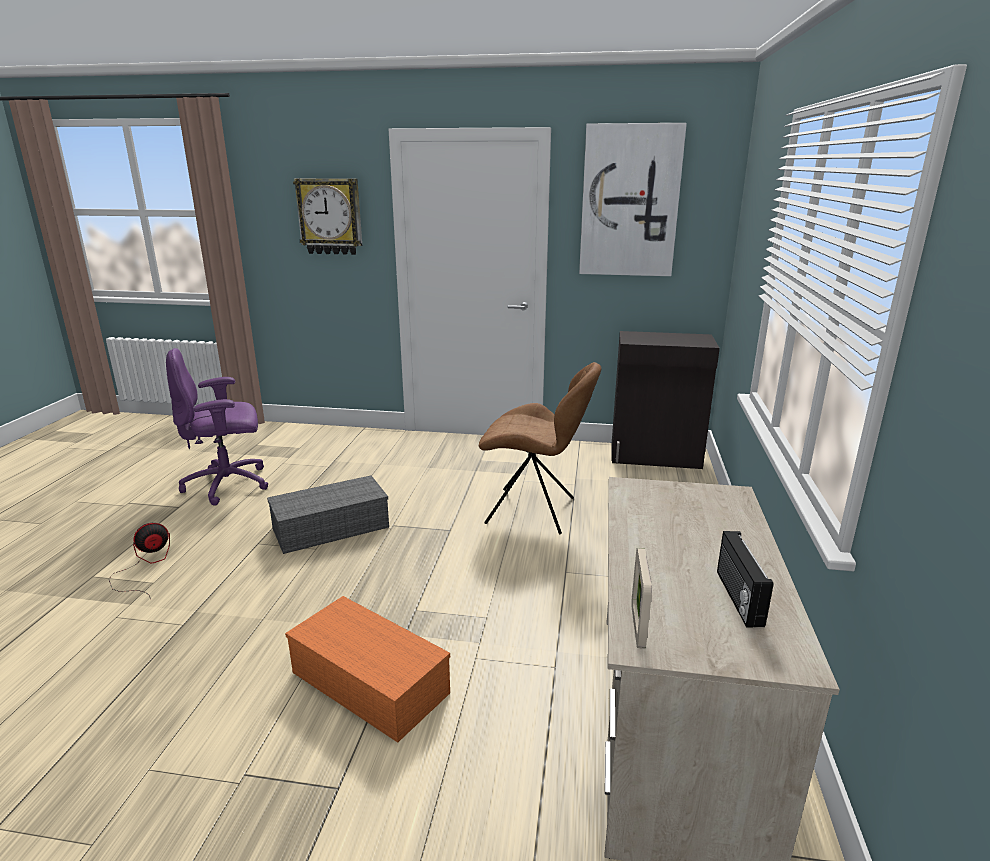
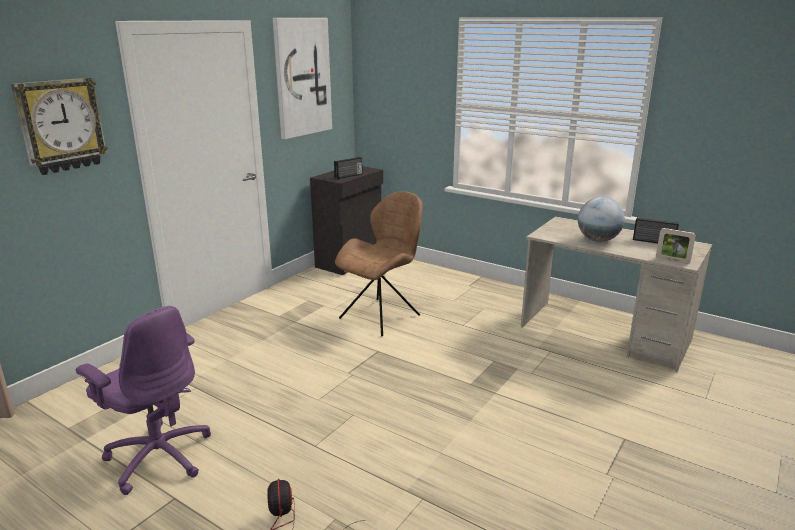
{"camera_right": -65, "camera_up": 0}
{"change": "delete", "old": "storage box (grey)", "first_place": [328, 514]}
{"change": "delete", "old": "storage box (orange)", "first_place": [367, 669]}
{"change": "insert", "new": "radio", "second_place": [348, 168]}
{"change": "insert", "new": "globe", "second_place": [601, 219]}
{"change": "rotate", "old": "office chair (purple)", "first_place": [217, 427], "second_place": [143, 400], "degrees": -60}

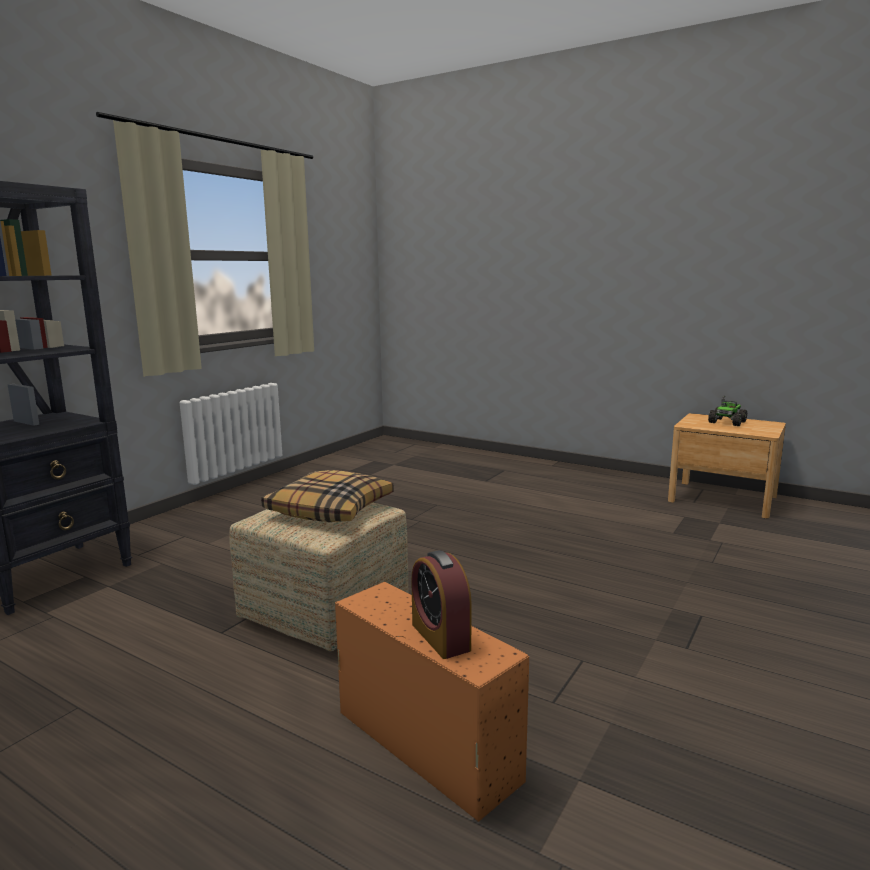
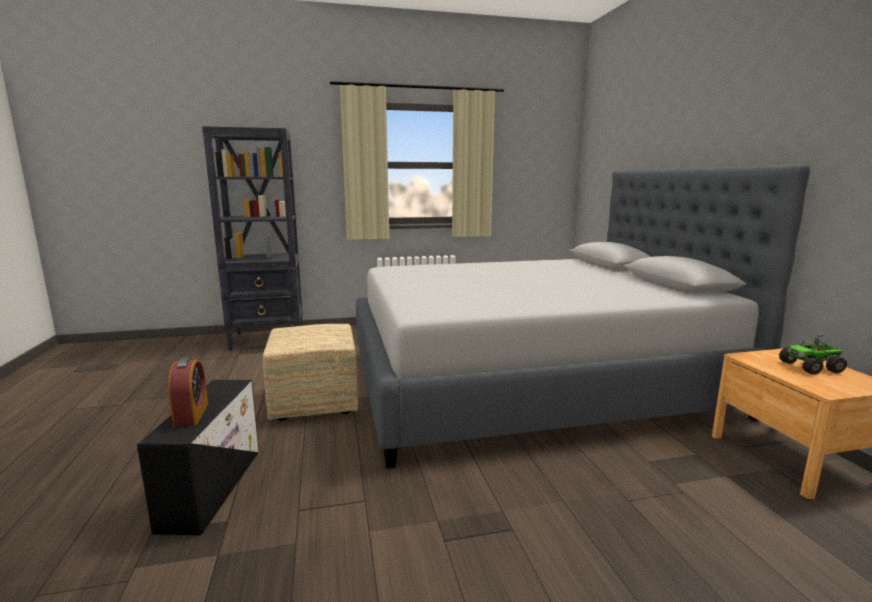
{"camera_right": 45, "camera_up": 0}
{"change": "delete", "old": "pillow", "first_place": [327, 496]}
{"change": "insert", "new": "bed (grey)", "second_place": [583, 316]}
{"change": "recolor", "old": "storage box (orange)", "new": "storage box (black)", "first_place": [432, 702], "second_place": [198, 457]}
{"change": "rotate", "old": "alarm clock", "first_place": [441, 604], "second_place": [188, 392], "degrees": 150}

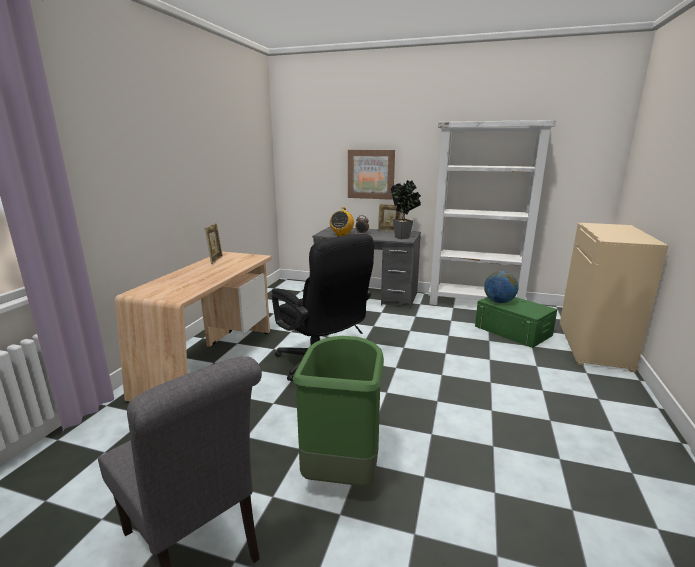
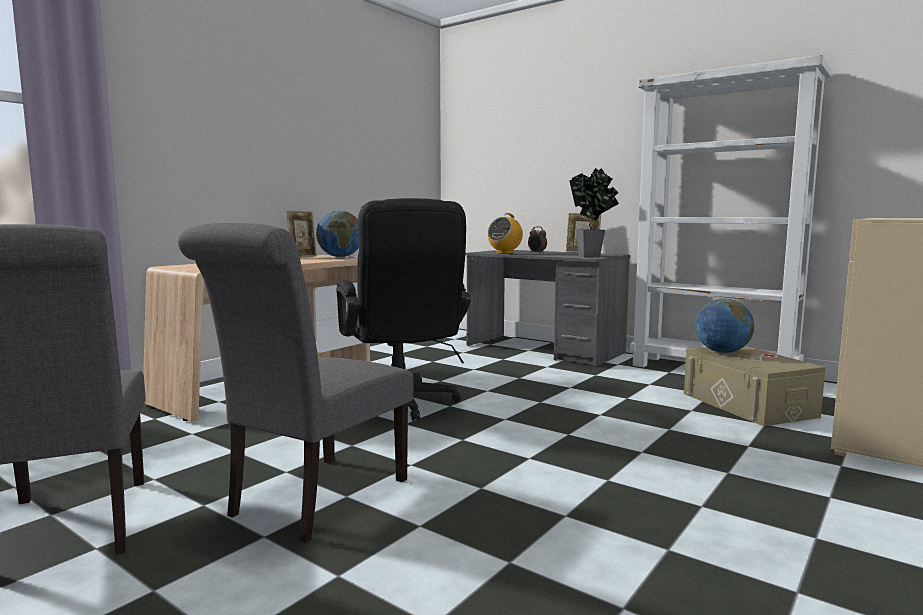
{"camera_right": 20, "camera_up": -10}
{"change": "delete", "old": "picture", "first_place": [371, 175]}
{"change": "insert", "new": "globe", "second_place": [337, 233]}
{"change": "replace", "old": "trash can (green)", "new": "chair (grey)", "first_place": [338, 411], "second_place": [296, 383]}
{"change": "recolor", "old": "storage box (green)", "new": "storage box (beige)", "first_place": [516, 322], "second_place": [755, 386]}

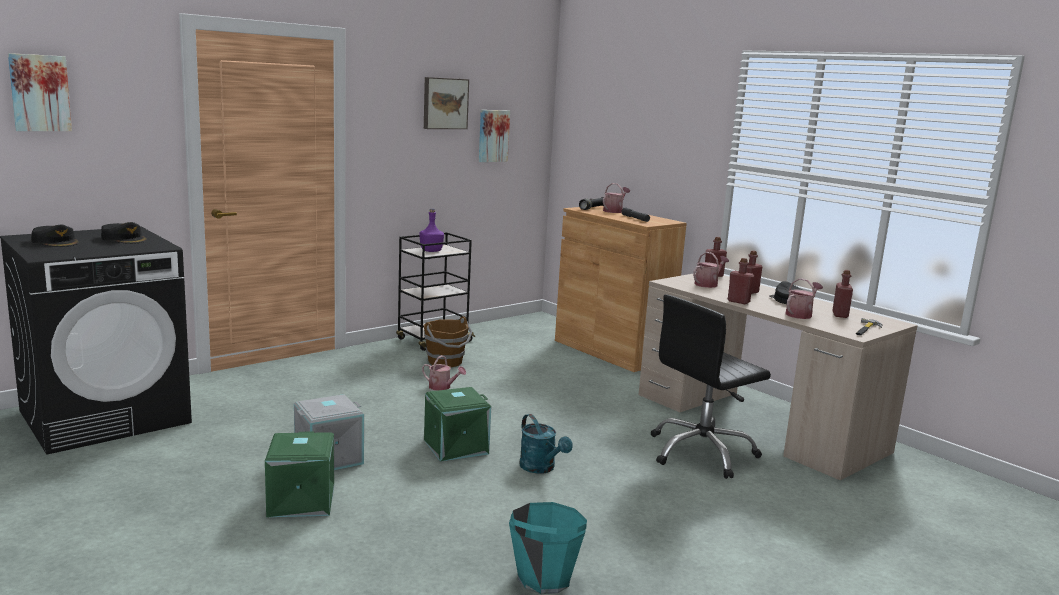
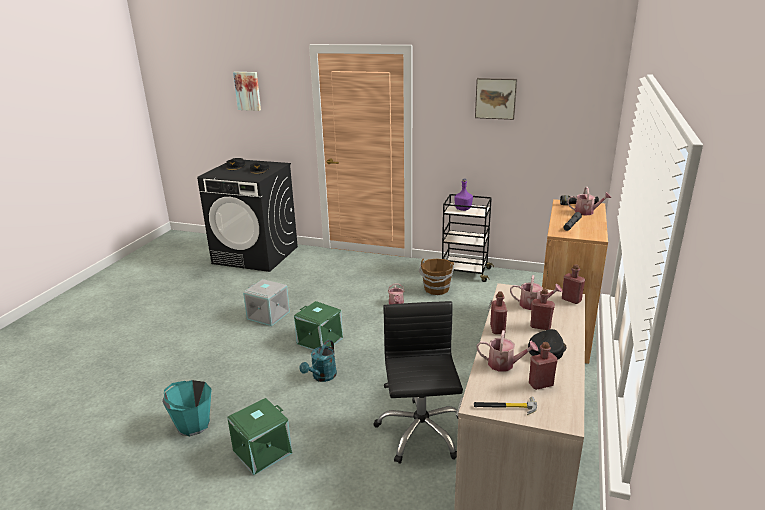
{"camera_right": 60, "camera_up": 10}
{"change": "delete", "old": "picture", "first_place": [494, 136]}
{"change": "move", "old": "storage box (green)", "first_place": [299, 474], "second_place": [259, 436]}
{"change": "rotate", "old": "office chair (black)", "first_place": [711, 387], "second_place": [418, 382], "degrees": 60}

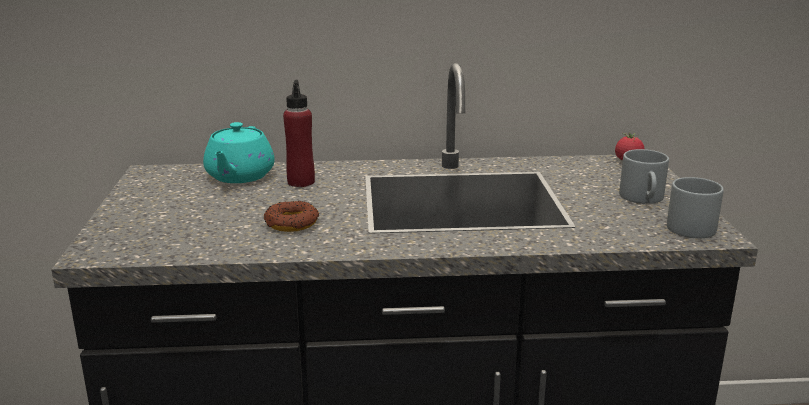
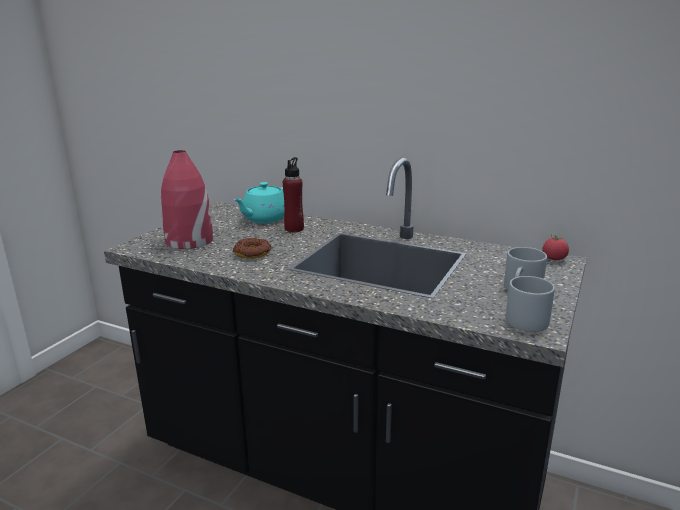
{"camera_right": 30, "camera_up": 0}
{"change": "insert", "new": "vase (red)", "second_place": [187, 199]}

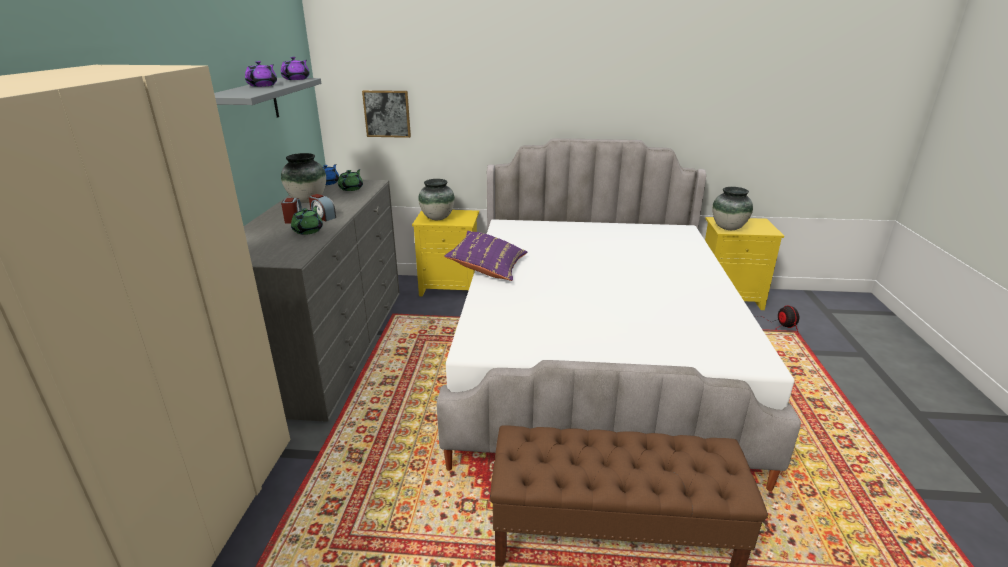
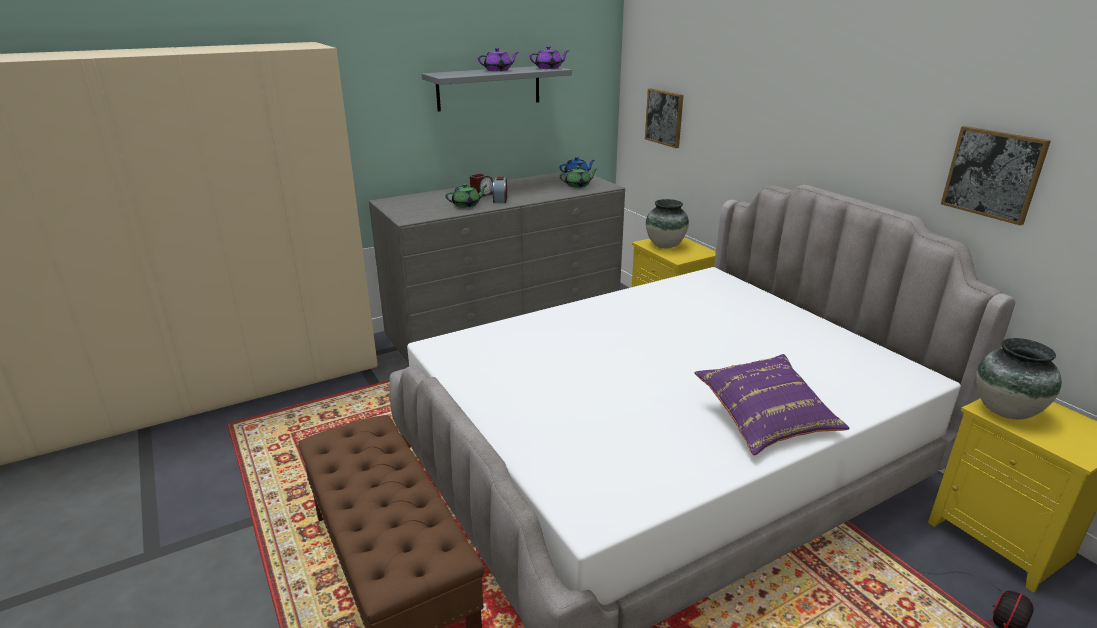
{"camera_right": 55, "camera_up": 0}
{"change": "delete", "old": "vase", "first_place": [303, 178]}
{"change": "insert", "new": "picture", "second_place": [996, 175]}
{"change": "move", "old": "pillow (purple)", "first_place": [485, 256], "second_place": [772, 405]}

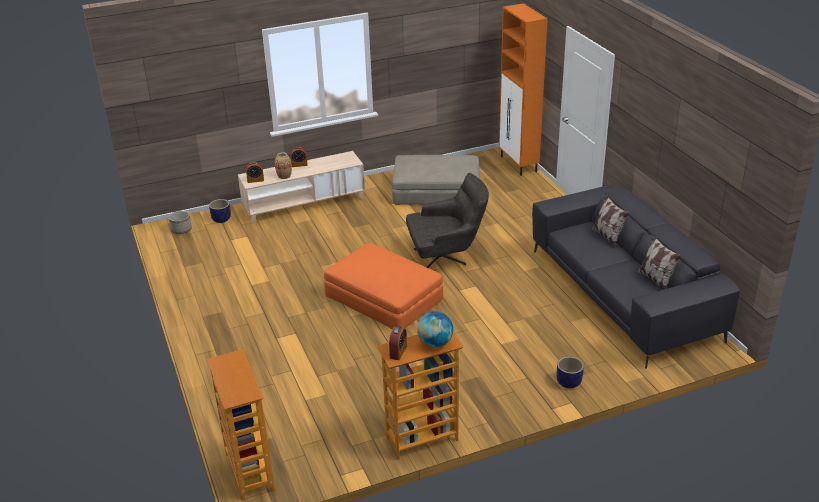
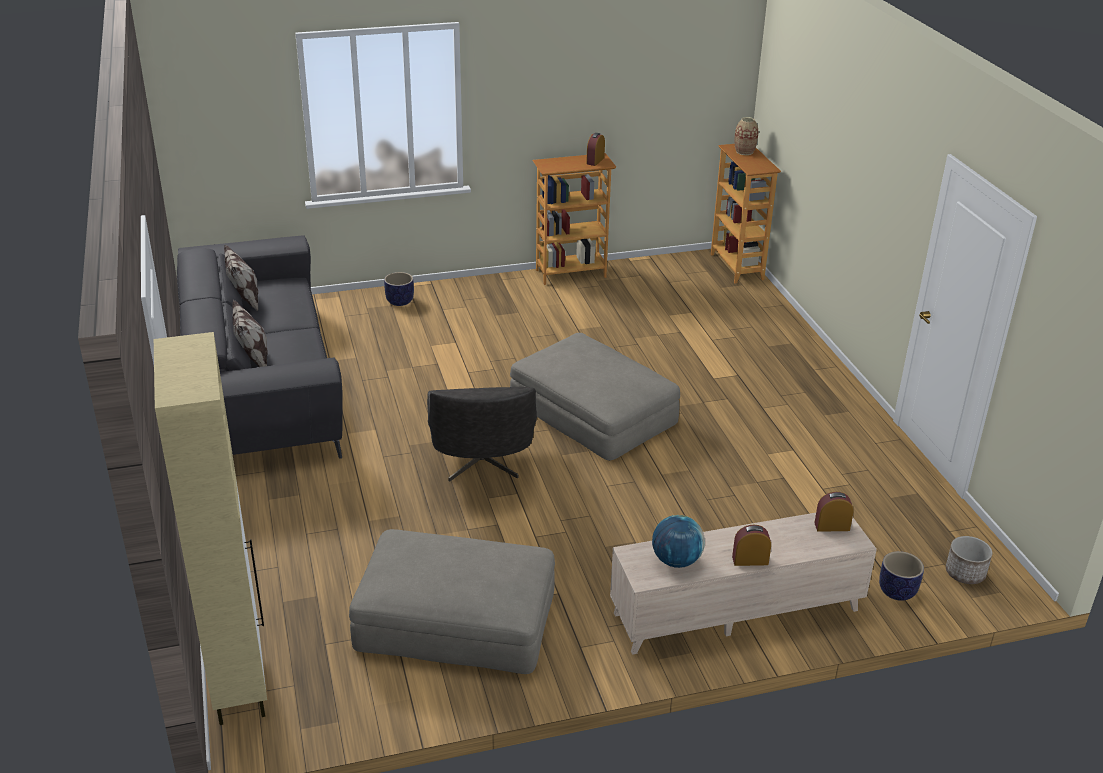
{"camera_right": -175, "camera_up": 0}
{"change": "move", "old": "vase", "first_place": [283, 165], "second_place": [746, 136]}
{"change": "move", "old": "globe", "first_place": [435, 329], "second_place": [678, 541]}
{"change": "recolor", "old": "ottoman (orange)", "new": "ottoman (beige)", "first_place": [383, 286], "second_place": [595, 397]}
{"change": "recolor", "old": "cabinet (orange)", "new": "cabinet (beige)", "first_place": [523, 89], "second_place": [210, 528]}
{"change": "rotate", "old": "armchair (grey)", "first_place": [447, 220], "second_place": [482, 434], "degrees": -90}

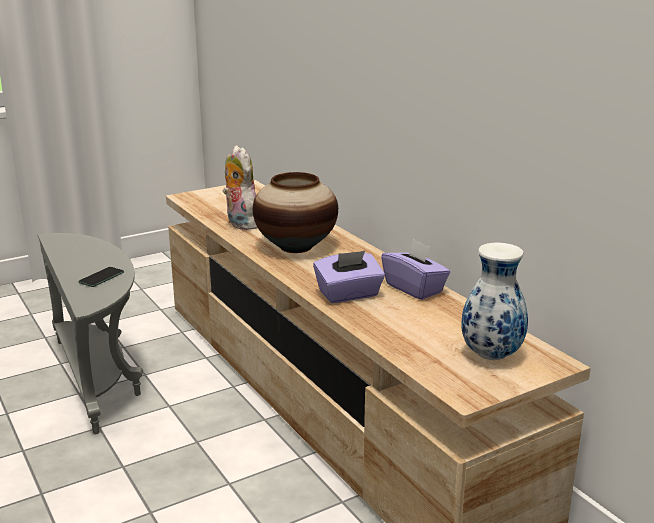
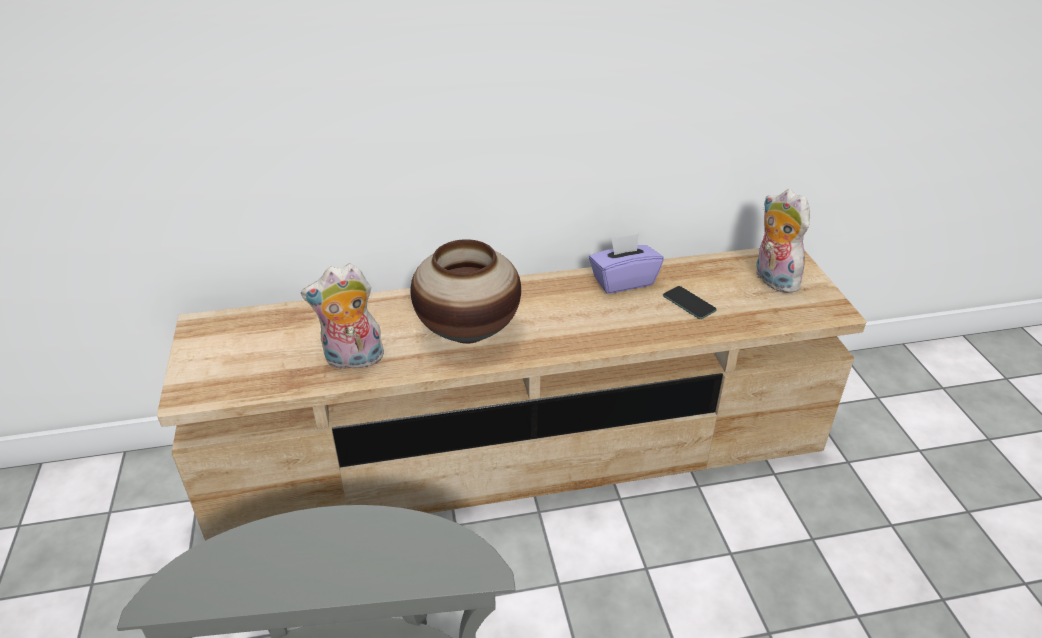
{"camera_right": -70, "camera_up": 15}
{"change": "delete", "old": "tissue box (purple)", "first_place": [349, 277]}
{"change": "move", "old": "phone", "first_place": [101, 277], "second_place": [690, 302]}
{"change": "replace", "old": "vase", "new": "plush toy", "first_place": [494, 301], "second_place": [783, 241]}

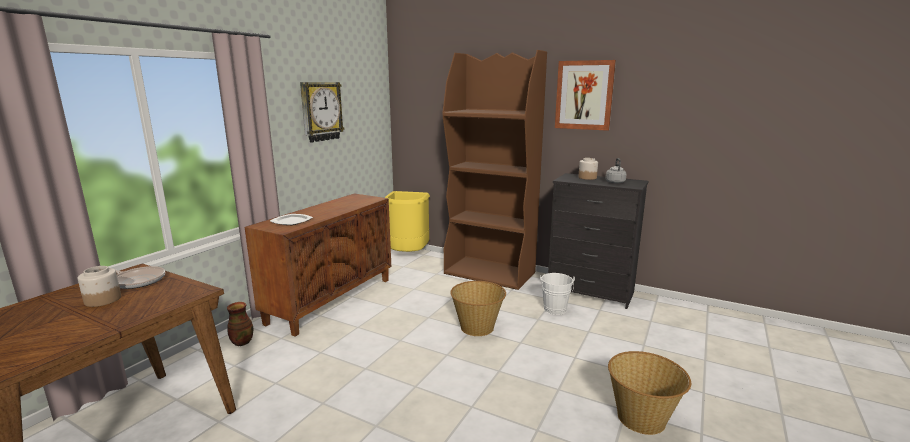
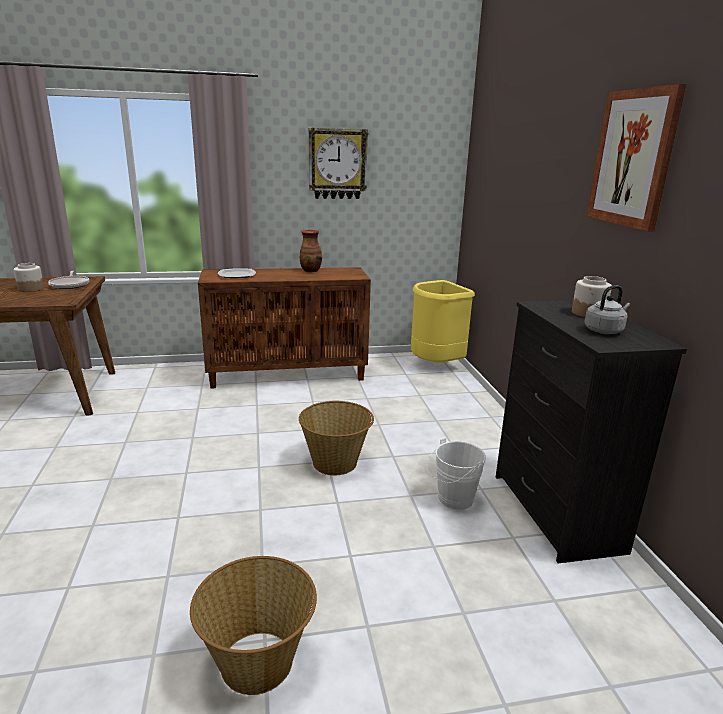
{"camera_right": 50, "camera_up": 5}
{"change": "delete", "old": "bookcase (brown)", "first_place": [495, 170]}
{"change": "move", "old": "vase", "first_place": [240, 324], "second_place": [311, 251]}

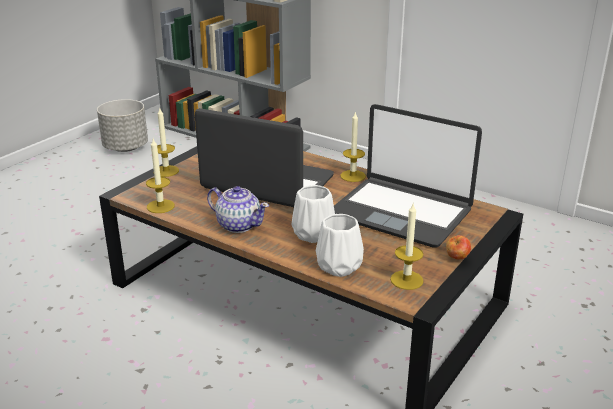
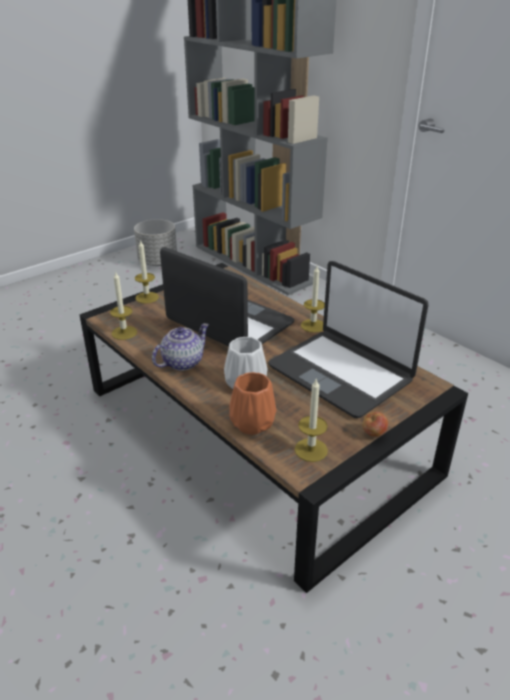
{"camera_right": 15, "camera_up": 5}
{"change": "recolor", "old": "vase (white)", "new": "vase (orange)", "first_place": [340, 245], "second_place": [252, 403]}
{"change": "rotate", "old": "teapot", "first_place": [238, 209], "second_place": [180, 347], "degrees": -90}

